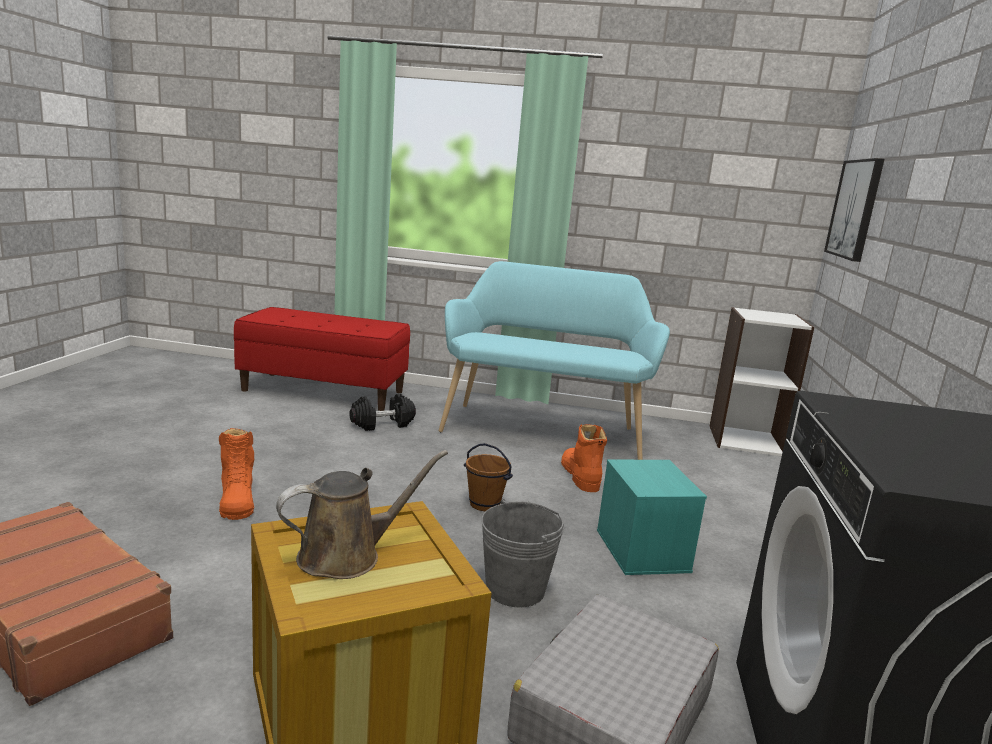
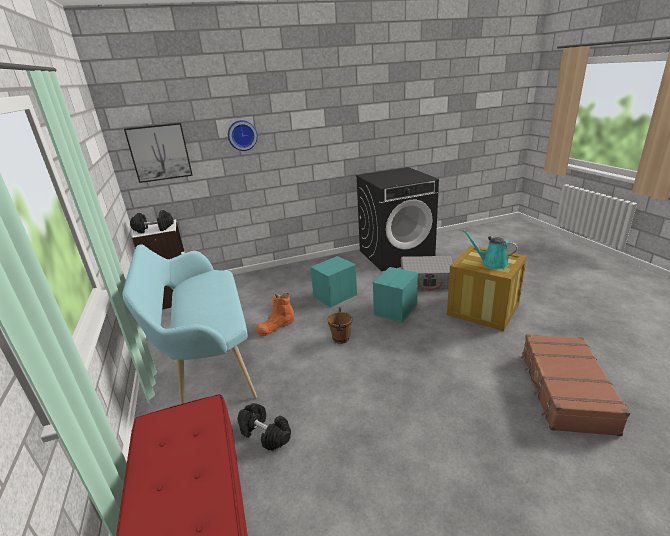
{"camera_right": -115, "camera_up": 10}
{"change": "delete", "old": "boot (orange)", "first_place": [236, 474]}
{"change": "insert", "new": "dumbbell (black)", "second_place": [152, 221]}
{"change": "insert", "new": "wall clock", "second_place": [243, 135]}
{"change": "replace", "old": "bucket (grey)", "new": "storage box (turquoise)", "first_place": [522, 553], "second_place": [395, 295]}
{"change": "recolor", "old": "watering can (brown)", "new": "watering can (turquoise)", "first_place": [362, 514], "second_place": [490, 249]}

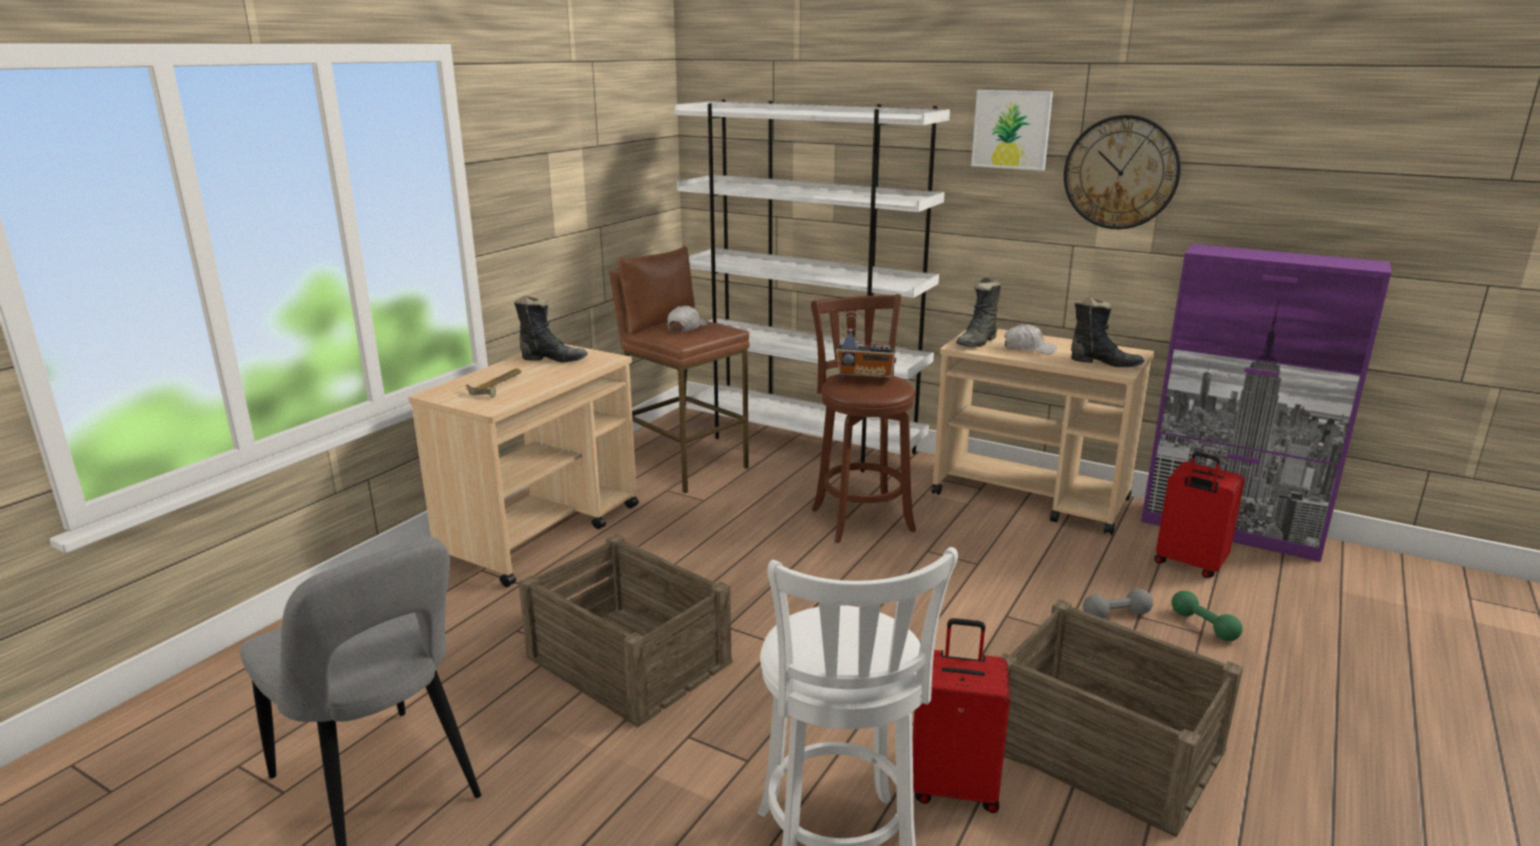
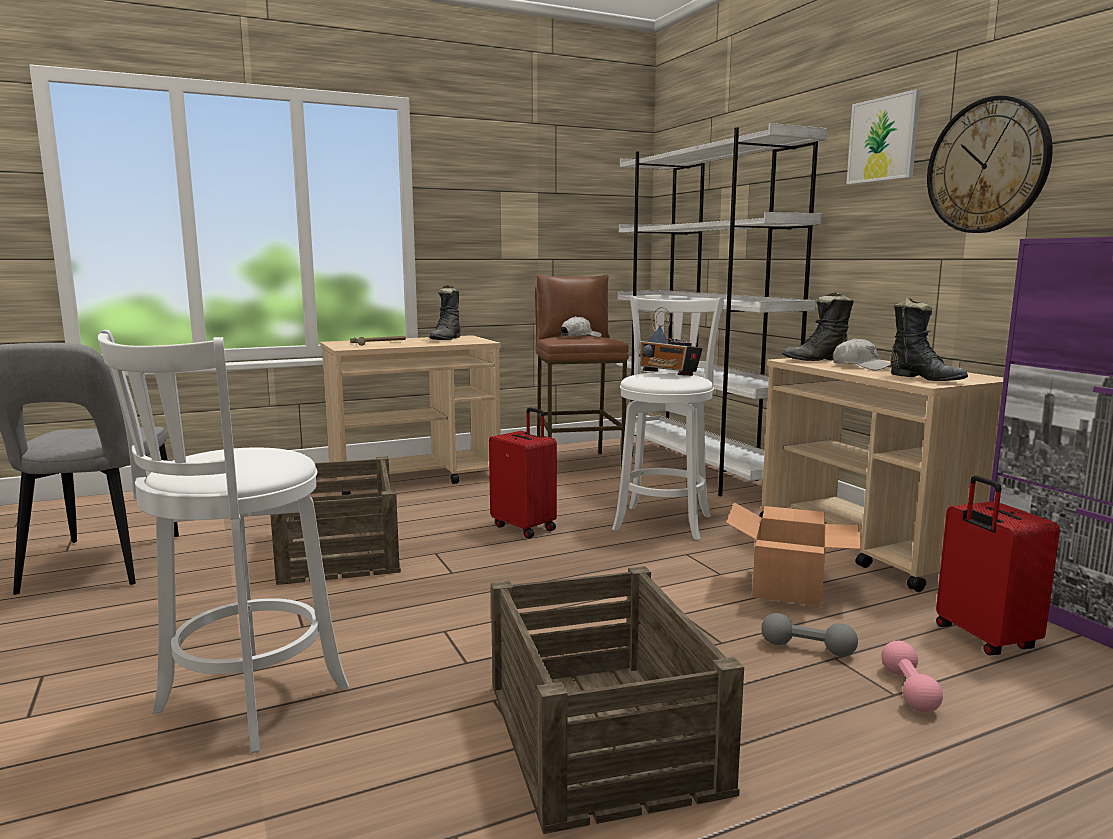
{"camera_right": 35, "camera_up": -10}
{"change": "insert", "new": "cardboard box", "second_place": [794, 554]}
{"change": "move", "old": "suitcase (red)", "first_place": [961, 715], "second_place": [523, 473]}
{"change": "recolor", "old": "stool (brown)", "new": "stool (white)", "first_place": [863, 418], "second_place": [668, 418]}
{"change": "recolor", "old": "dumbbell (green)", "new": "dumbbell (pink)", "first_place": [1207, 616], "second_place": [912, 677]}
{"change": "rotate", "old": "boot (black)", "first_place": [551, 329], "second_place": [445, 312], "degrees": 60}

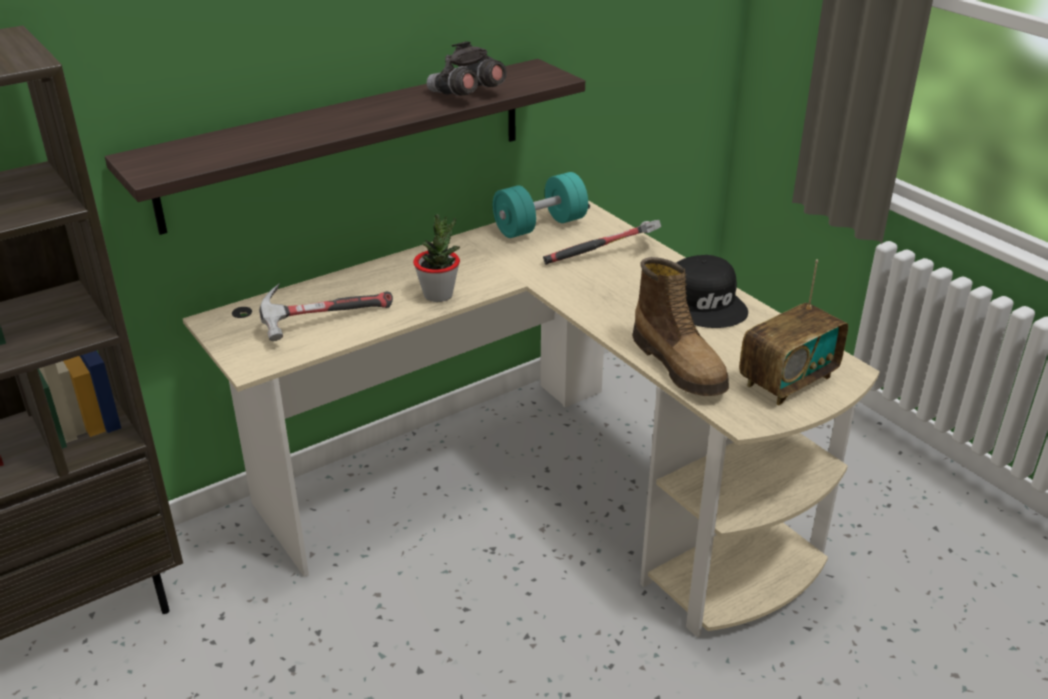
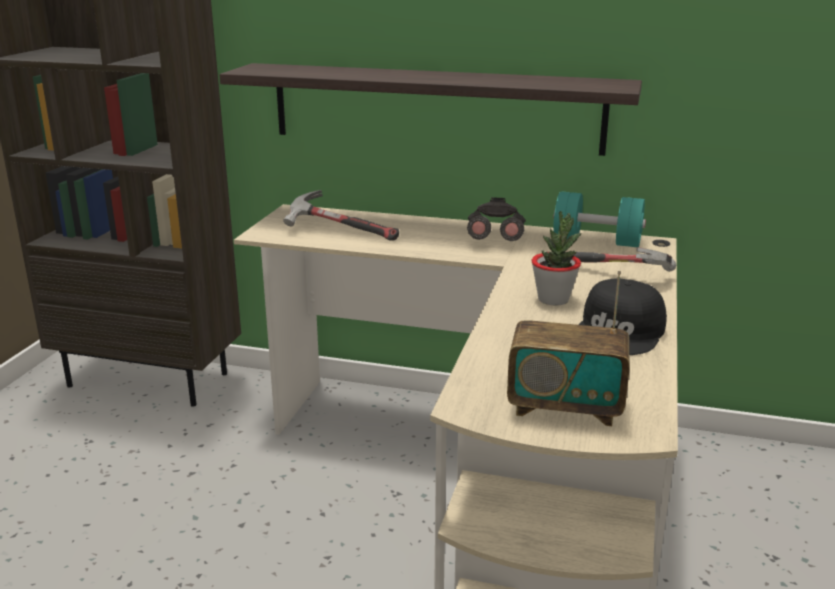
{"camera_right": 50, "camera_up": -10}
{"change": "delete", "old": "boot", "first_place": [680, 326]}
{"change": "move", "old": "potted plant", "first_place": [436, 258], "second_place": [557, 258]}
{"change": "move", "old": "binoculars (grey)", "first_place": [467, 68], "second_place": [496, 219]}

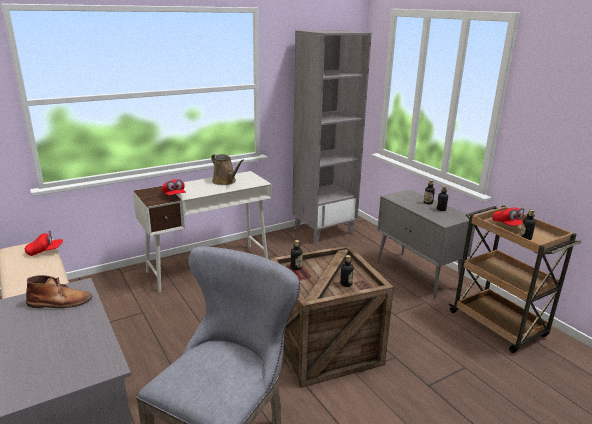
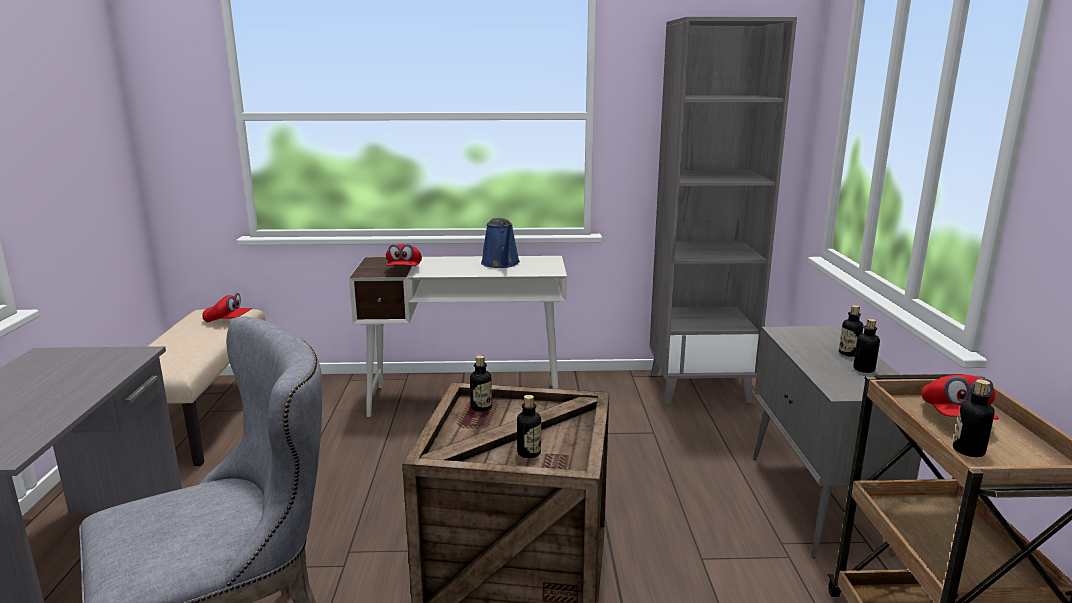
{"camera_right": 30, "camera_up": -5}
{"change": "delete", "old": "boot (brown)", "first_place": [59, 291]}
{"change": "recolor", "old": "watering can (brown)", "new": "watering can (blue)", "first_place": [227, 169], "second_place": [500, 243]}

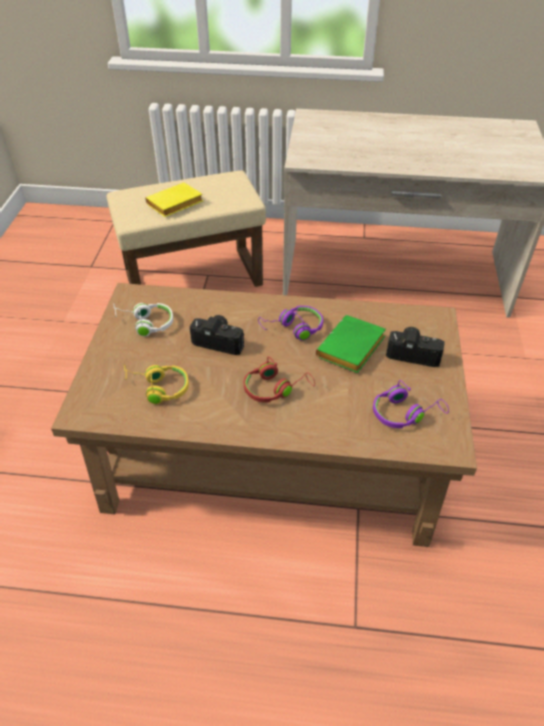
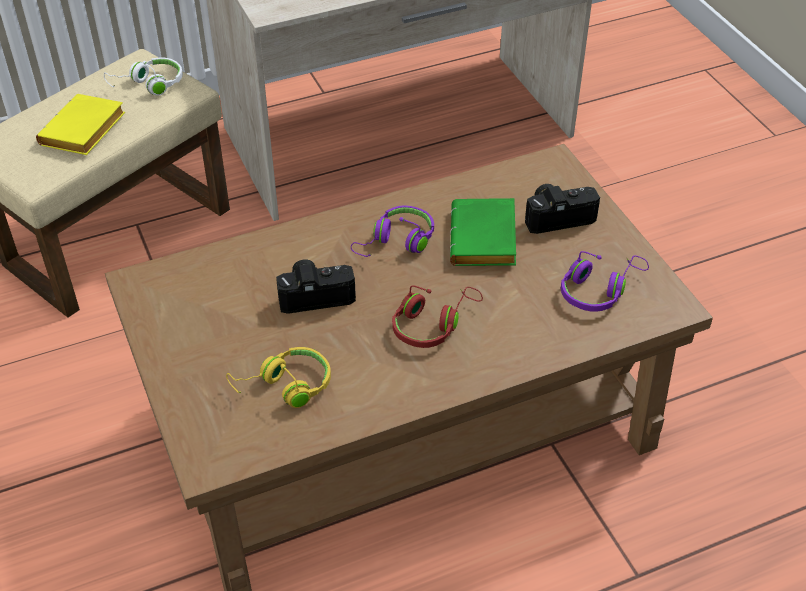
{"camera_right": -30, "camera_up": 0}
{"change": "move", "old": "headphones (white)", "first_place": [143, 319], "second_place": [143, 76]}

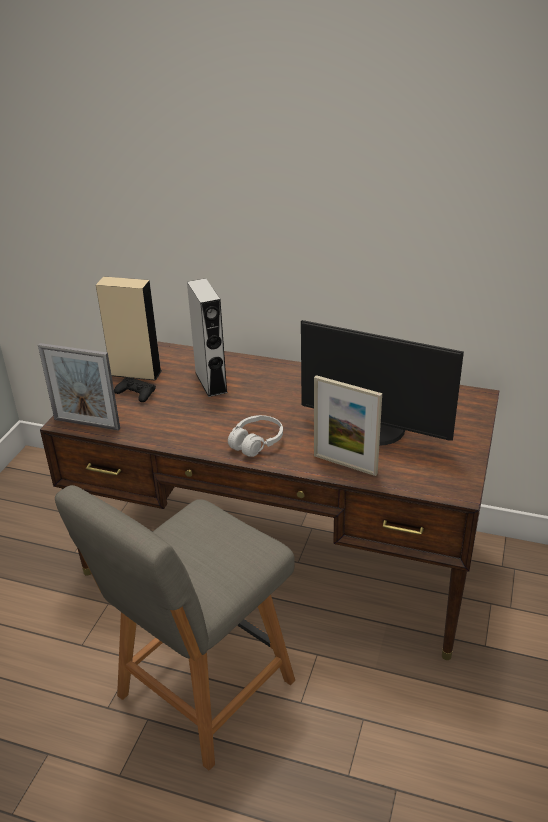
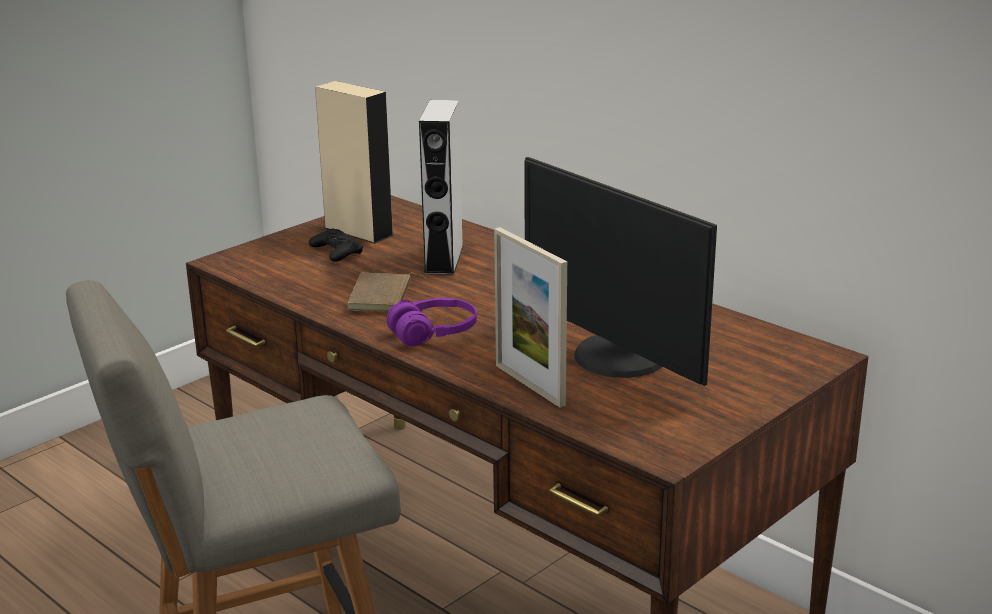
{"camera_right": 25, "camera_up": -10}
{"change": "delete", "old": "picture frame", "first_place": [79, 387]}
{"change": "insert", "new": "book (brown)", "second_place": [386, 292]}
{"change": "recolor", "old": "headphones (white)", "new": "headphones (purple)", "first_place": [255, 436], "second_place": [432, 322]}

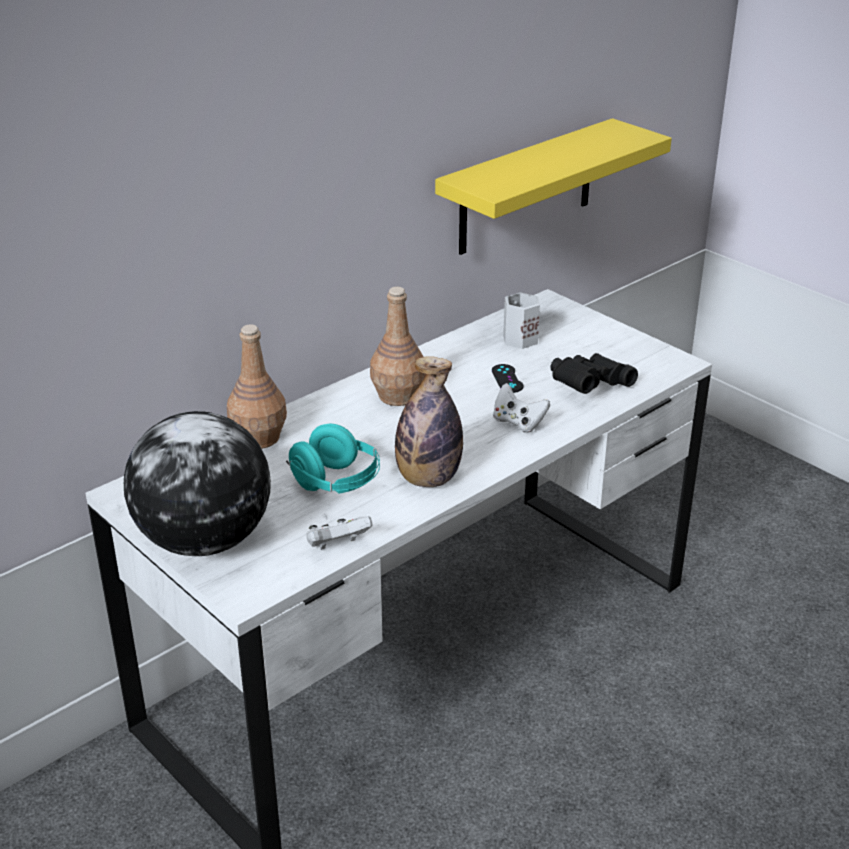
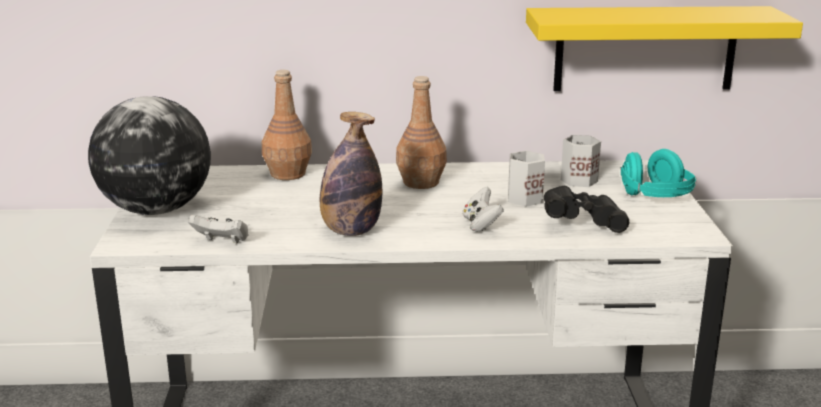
{"camera_right": 40, "camera_up": -10}
{"change": "move", "old": "headphones (turquoise)", "first_place": [333, 459], "second_place": [658, 173]}
{"change": "replace", "old": "game controller (black)", "new": "mug (white)", "first_place": [508, 378], "second_place": [526, 179]}

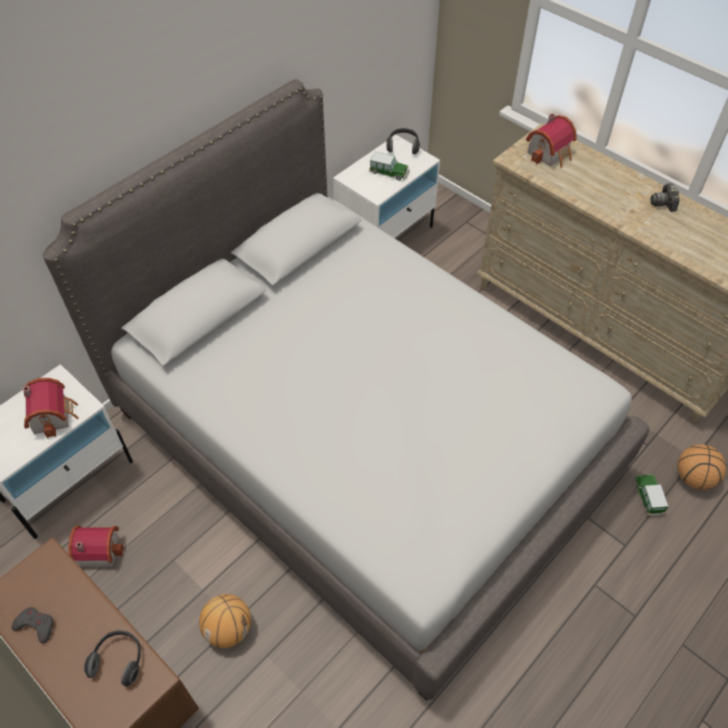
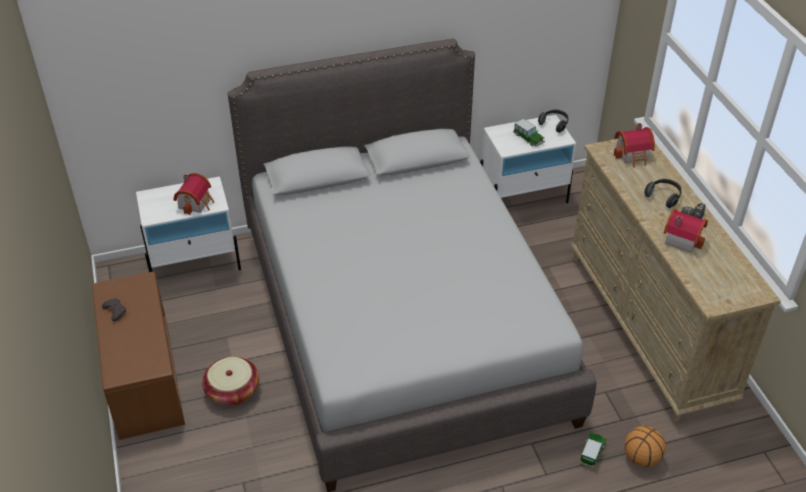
{"camera_right": 30, "camera_up": -10}
{"change": "move", "old": "toy house", "first_place": [96, 546], "second_place": [686, 230]}
{"change": "move", "old": "headphones", "first_place": [112, 658], "second_place": [663, 193]}
{"change": "replace", "old": "basketball", "new": "basket", "first_place": [225, 621], "second_place": [230, 381]}

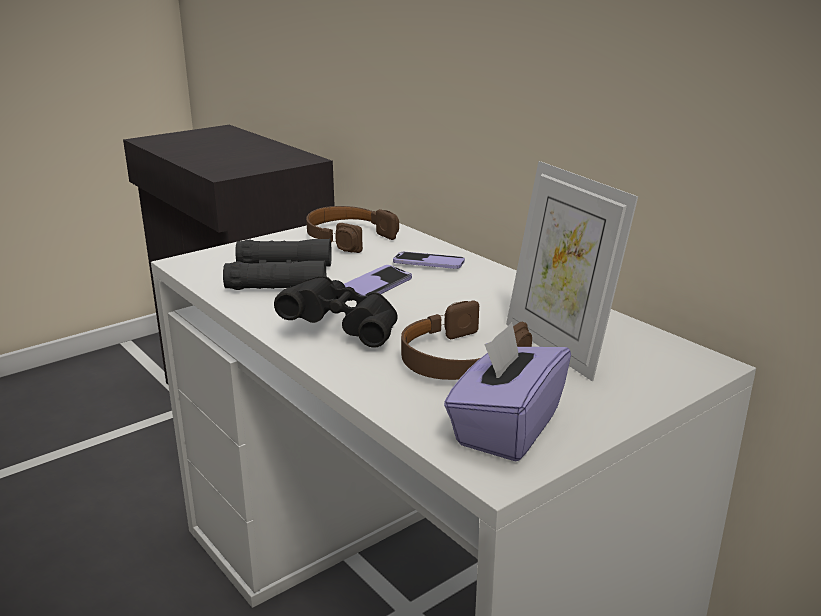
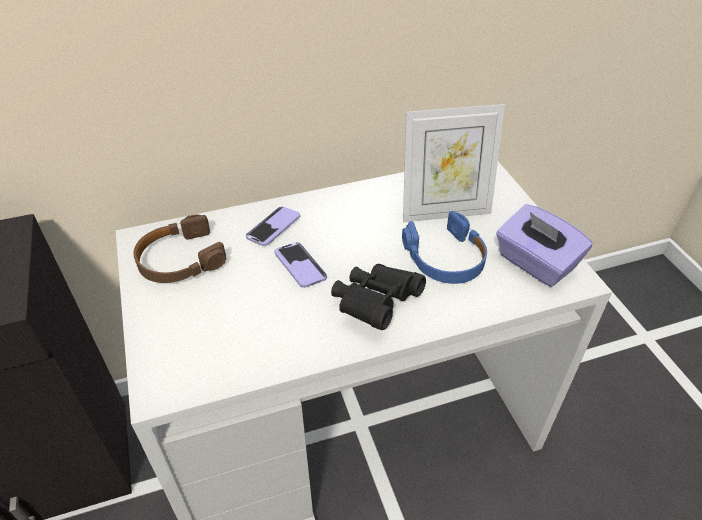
{"camera_right": -70, "camera_up": 20}
{"change": "delete", "old": "binoculars (black)", "first_place": [277, 264]}
{"change": "recolor", "old": "headphones (brown)", "new": "headphones (blue)", "first_place": [466, 340], "second_place": [444, 247]}

